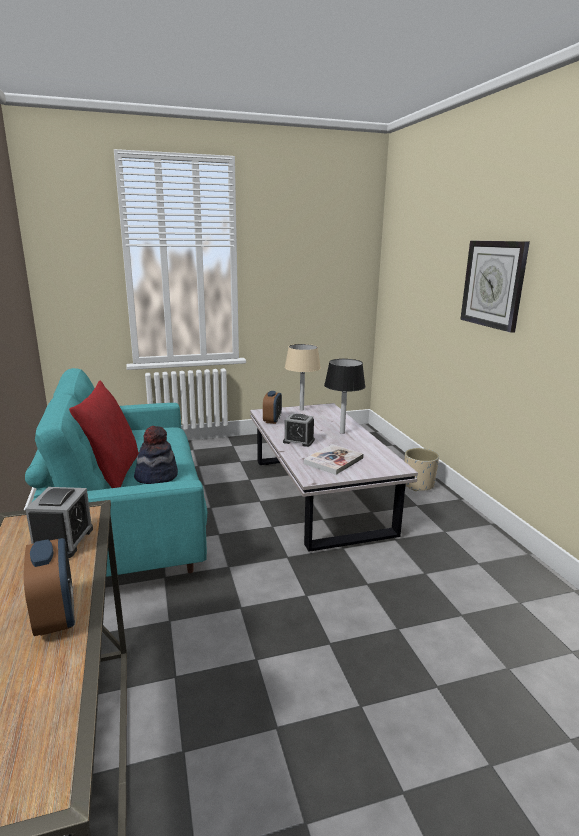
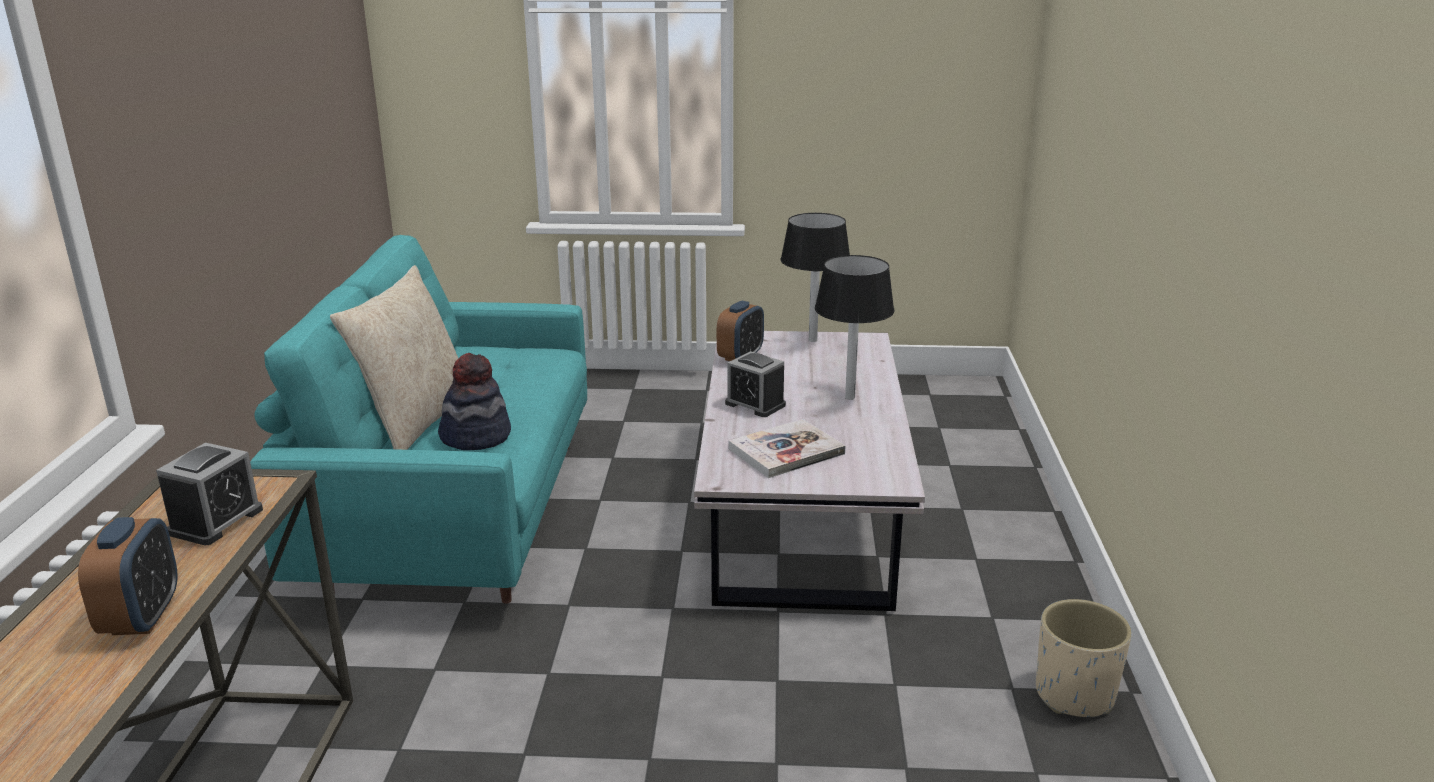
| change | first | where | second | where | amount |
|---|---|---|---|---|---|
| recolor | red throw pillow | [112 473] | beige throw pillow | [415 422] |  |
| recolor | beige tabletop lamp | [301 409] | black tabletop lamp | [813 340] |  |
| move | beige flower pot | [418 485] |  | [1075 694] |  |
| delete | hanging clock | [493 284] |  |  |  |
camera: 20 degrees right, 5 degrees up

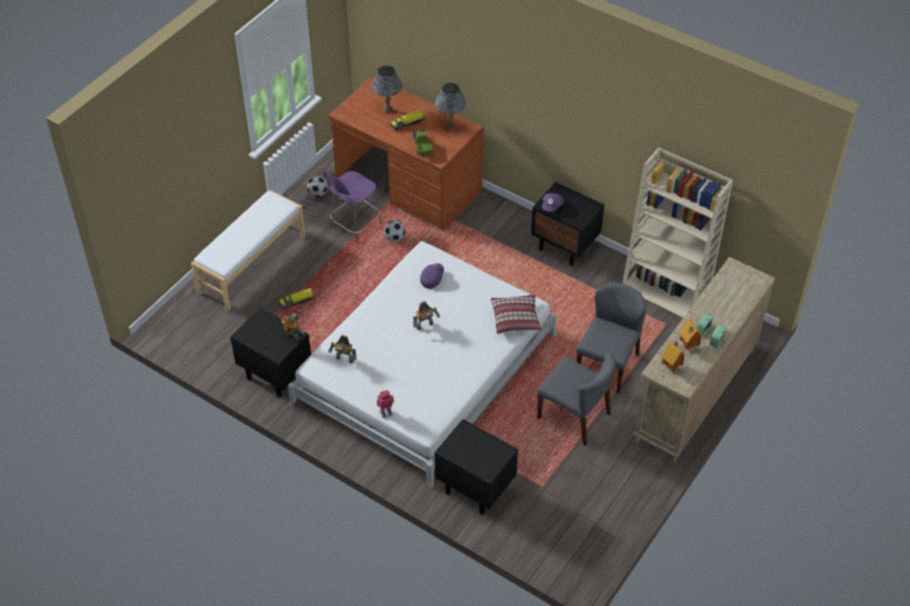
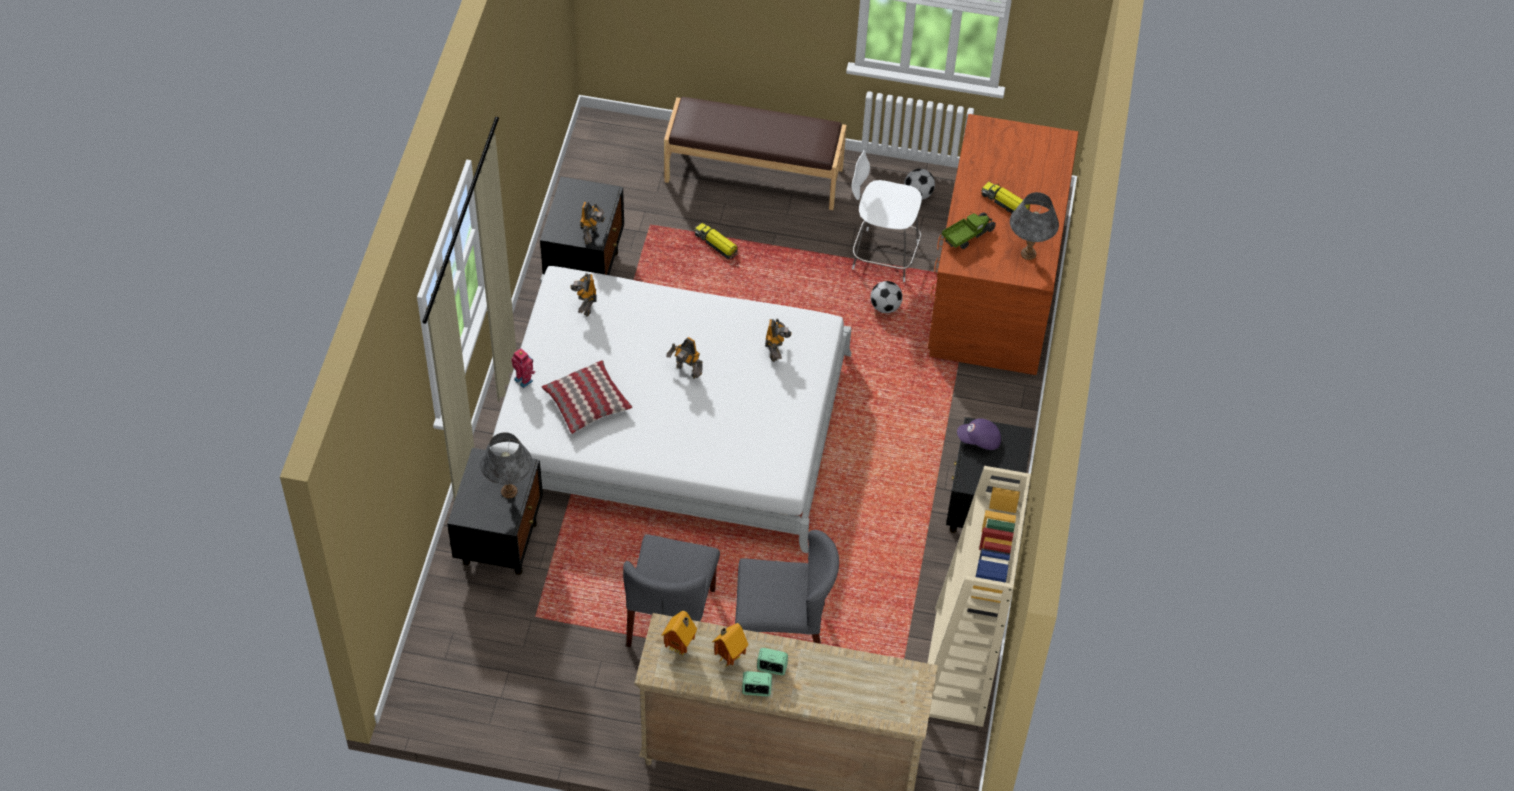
| change | first | where | second | where | amount |
|---|---|---|---|---|---|
| recolor | whitish indoor bench | [251 264] | brownish indoor bench | [754 174] |  |
| recolor | purple-coloured stool seat | [354 226] | whitish stool seat | [882 255] |  |
| move | grey tabletop lamp | [387 109] |  | [509 491] |  |
| replace | purple-coloured cap | [432 278] | toy robot | [776 351] |  |
| move | throw pillow | [515 318] |  | [587 403] |  |
camera: 65 degrees right, 5 degrees up

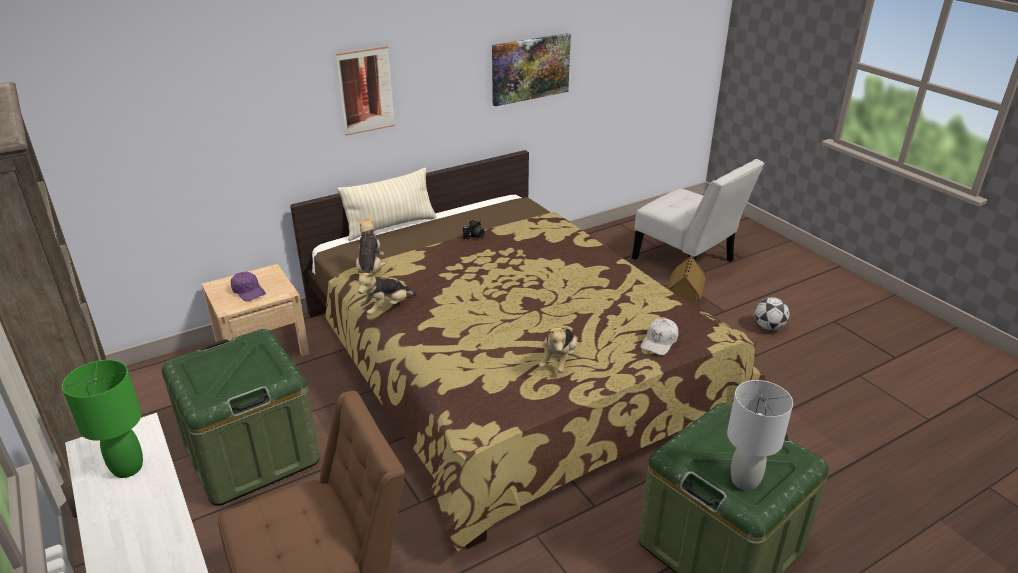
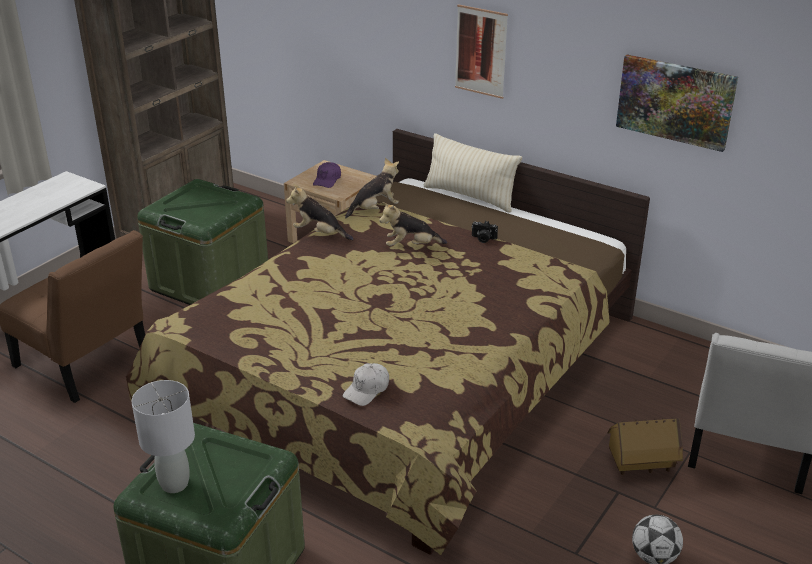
| change | first | where | second | where | amount |
|---|---|---|---|---|---|
| delete | greenish tabletop lamp | [127 468] |  |  |  |
| move | plush toy | [558 361] |  | [411 246] |  |
| rotate | whitish cap | [659 342] |  | [367 390] | 60 degrees counterclockwise |
camera: 65 degrees right, 0 degrees up

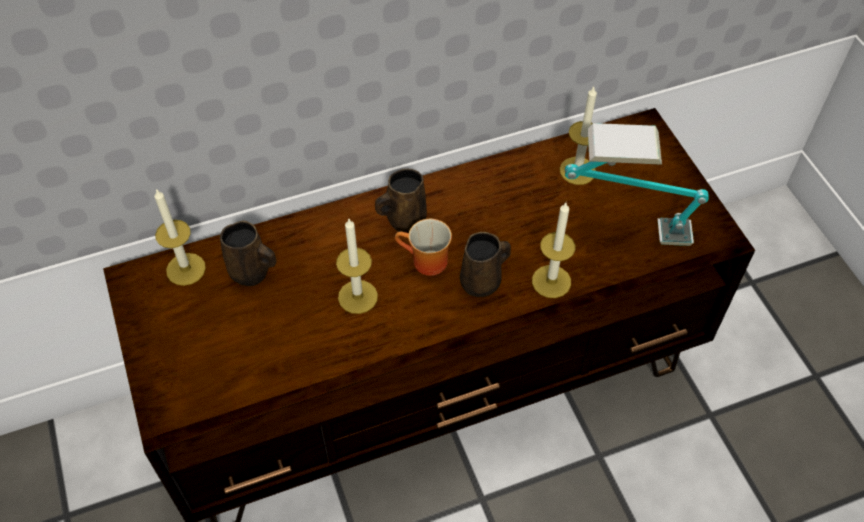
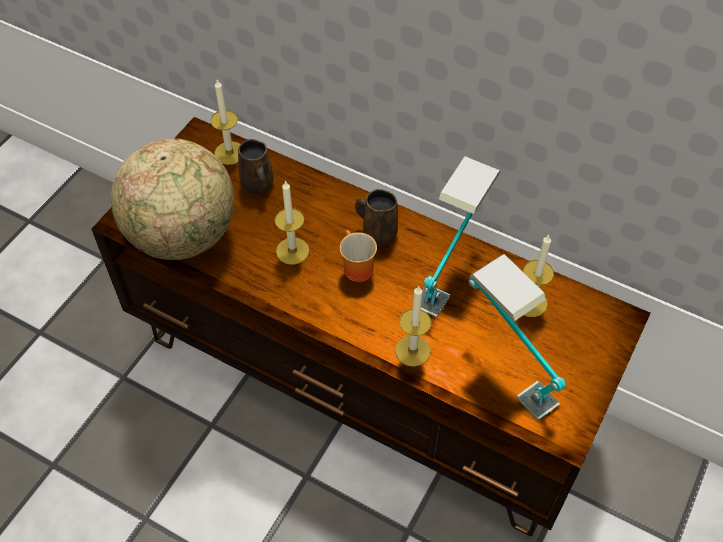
| change | first | where | second | where | amount |
|---|---|---|---|---|---|
| delete | brownish mug | [482 282] |  |  |  |
| insert |  |  | globe | [183 236] |  |
| insert |  |  | tabletop lamp | [451 270] |  |
camera: 50 degrees right, 0 degrees up

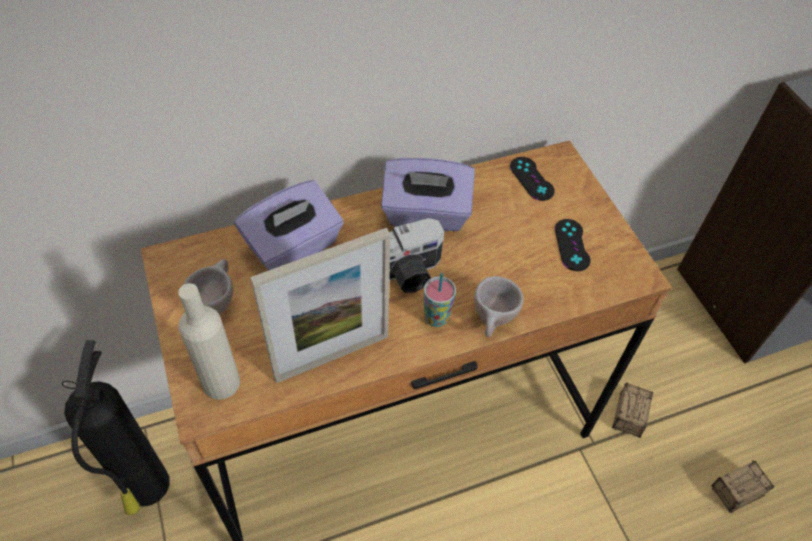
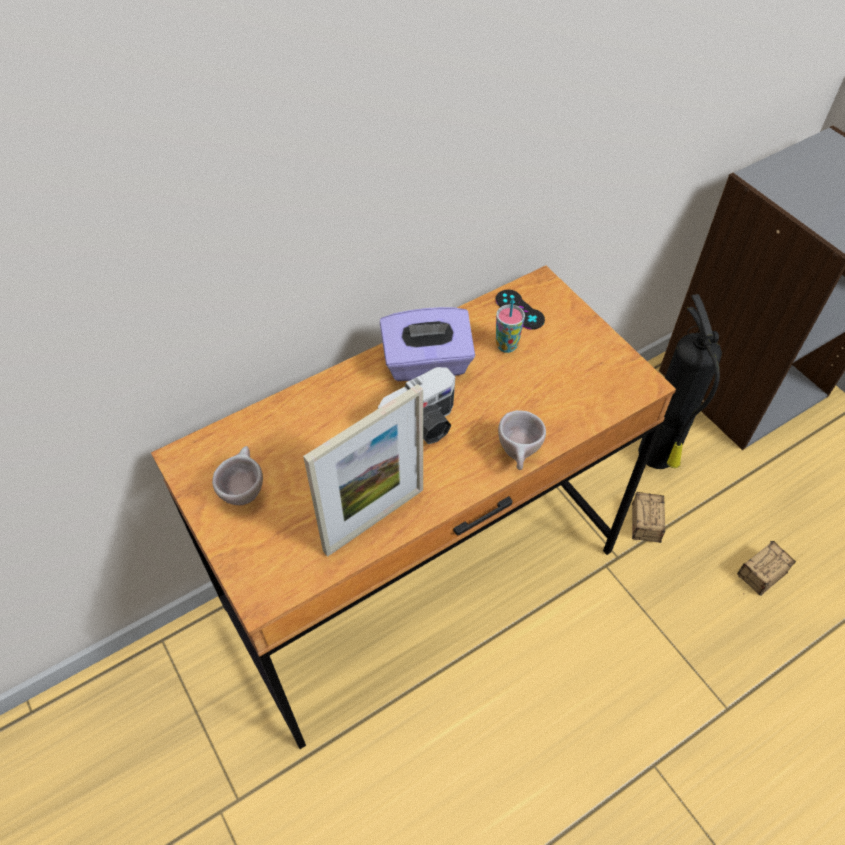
| change | first | where | second | where | amount |
|---|---|---|---|---|---|
| move | fire extinguisher | [147 488] |  | [658 456] |  |
| delete | beige drink bottle | [221 382] |  |  |  |
| delete | purple-coloured tissue box | [294 247] |  |  |  |
| move | drinking cup | [436 318] |  | [506 345] |  |
| delete | black game controller | [572 245] |  |  |  |
camera: 10 degrees left, 0 degrees up

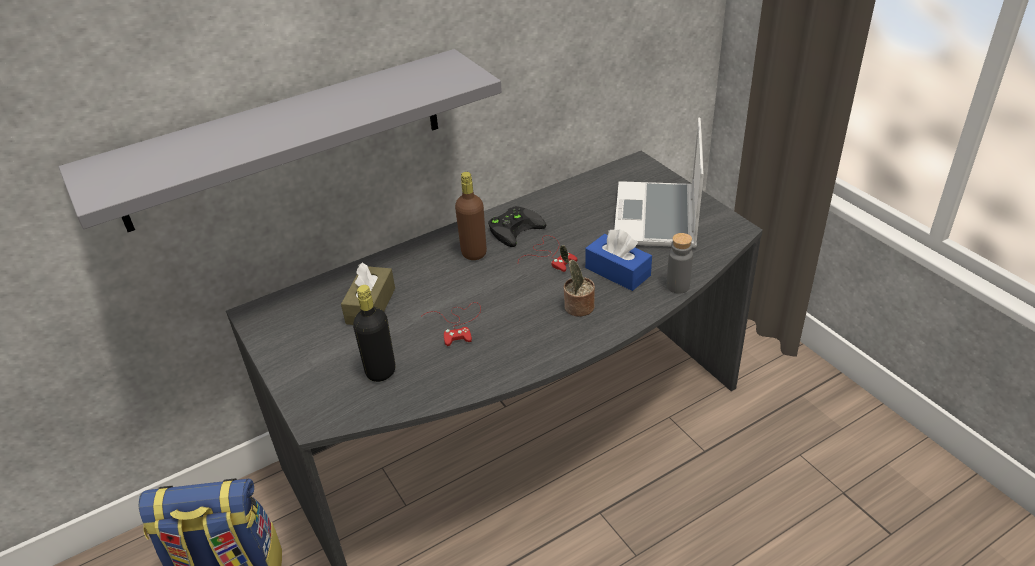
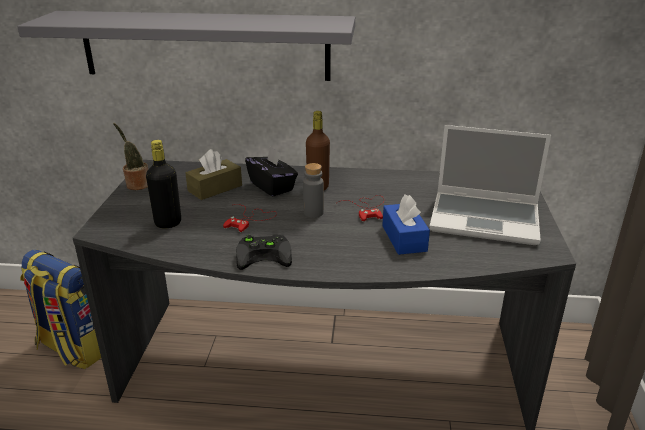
| change | first | where | second | where | amount |
|---|---|---|---|---|---|
| move | black game controller | [515 227] |  | [265 254] |  |
| move | plant in a pot | [577 307] |  | [136 185] |  |
| rotate | notebook computer | [657 218] |  | [486 219] | 120 degrees counterclockwise |
| move | grey drink bottle | [678 286] |  | [313 213] |  |
| insert |  |  | black tissue box | [272 186] |  |
camera: 35 degrees right, 10 degrees down

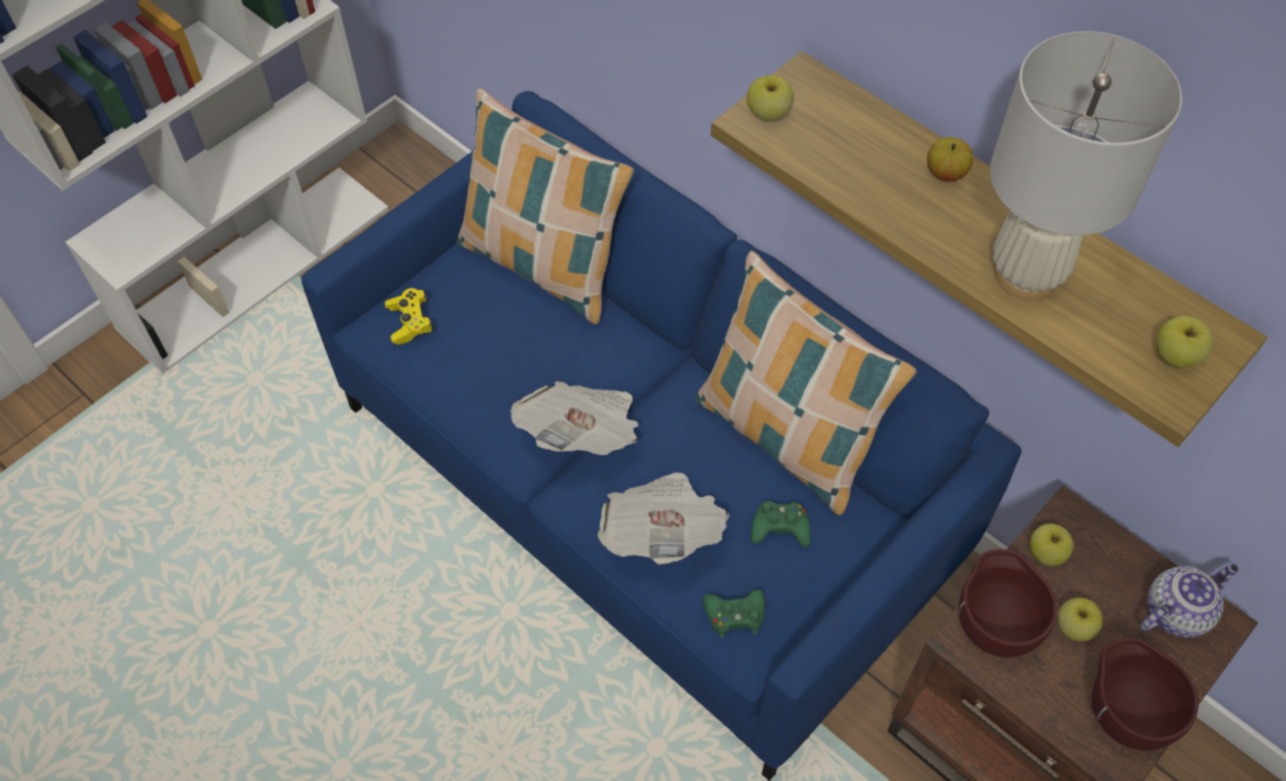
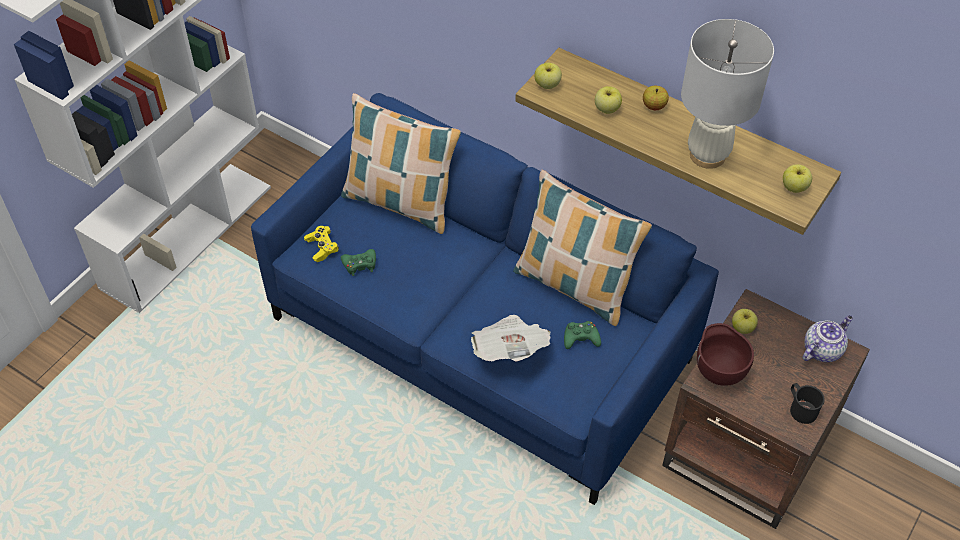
| change | first | where | second | where | amount |
|---|---|---|---|---|---|
| delete | newspaper | [582 434] |  |  |  |
| move | greenish game controller | [735 615] |  | [360 265] |  |
| move | whole apple | [1074 627] |  | [607 109] |  |
| replace | brownish serving bowl | [1123 712] | black mug | [800 408] |  |
camera: 10 degrees left, 5 degrees down

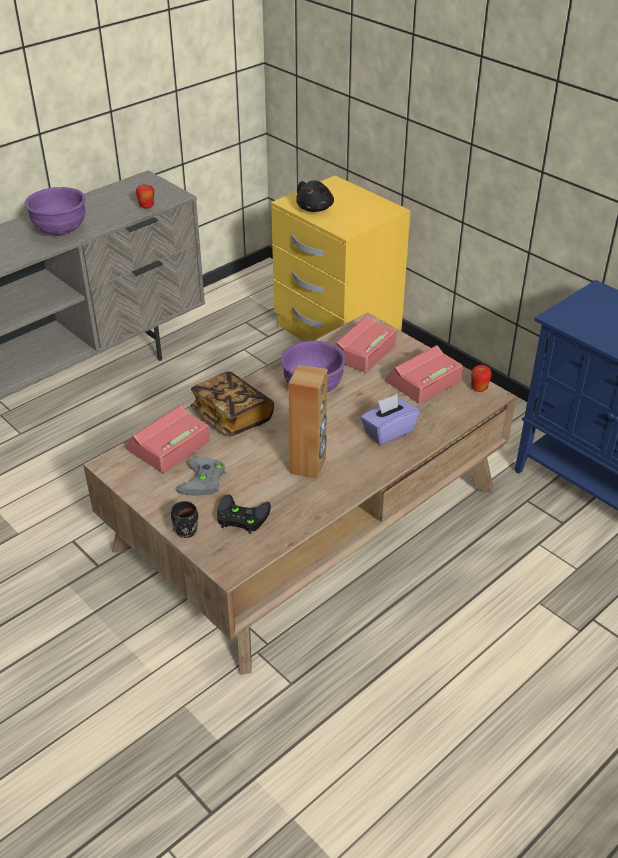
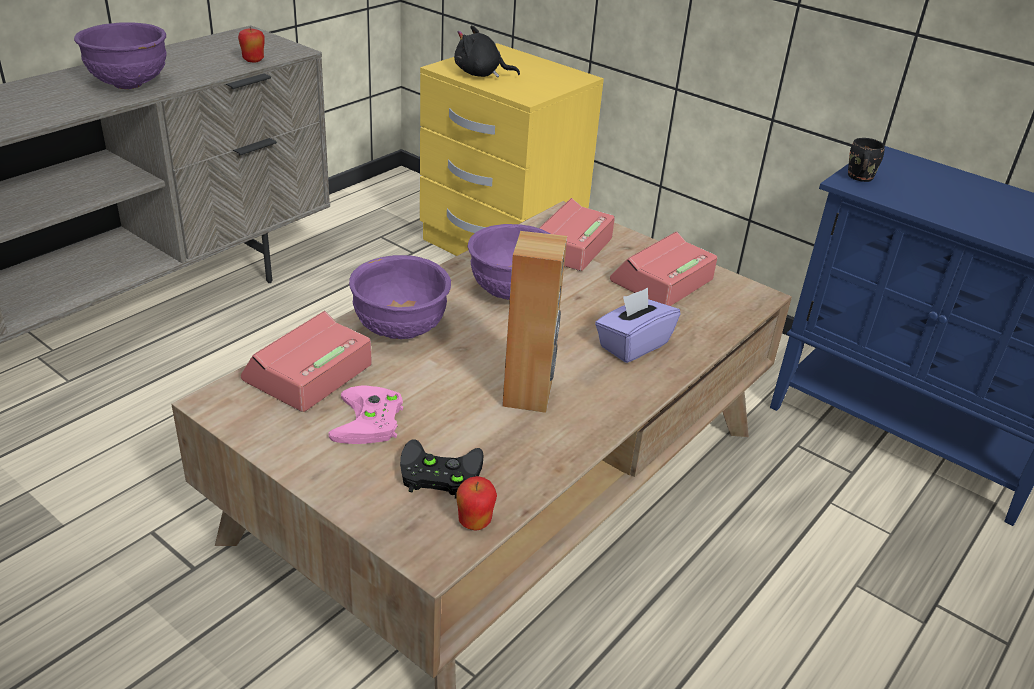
| change | first | where | second | where | amount |
|---|---|---|---|---|---|
| move | black mug | [184 531] |  | [858 177] |  |
| recolor | grey game controller | [204 481] | pinkish game controller | [370 422] |  |
| replace | volume | [232 417] | purple-coloured serving bowl | [400 331] |  |
| rotate | black plush toy | [315 208] |  | [481 74] | 90 degrees clockwise |
| move | whole apple | [479 388] |  | [475 522] |  |
camera: 10 degrees left, 5 degrees down

